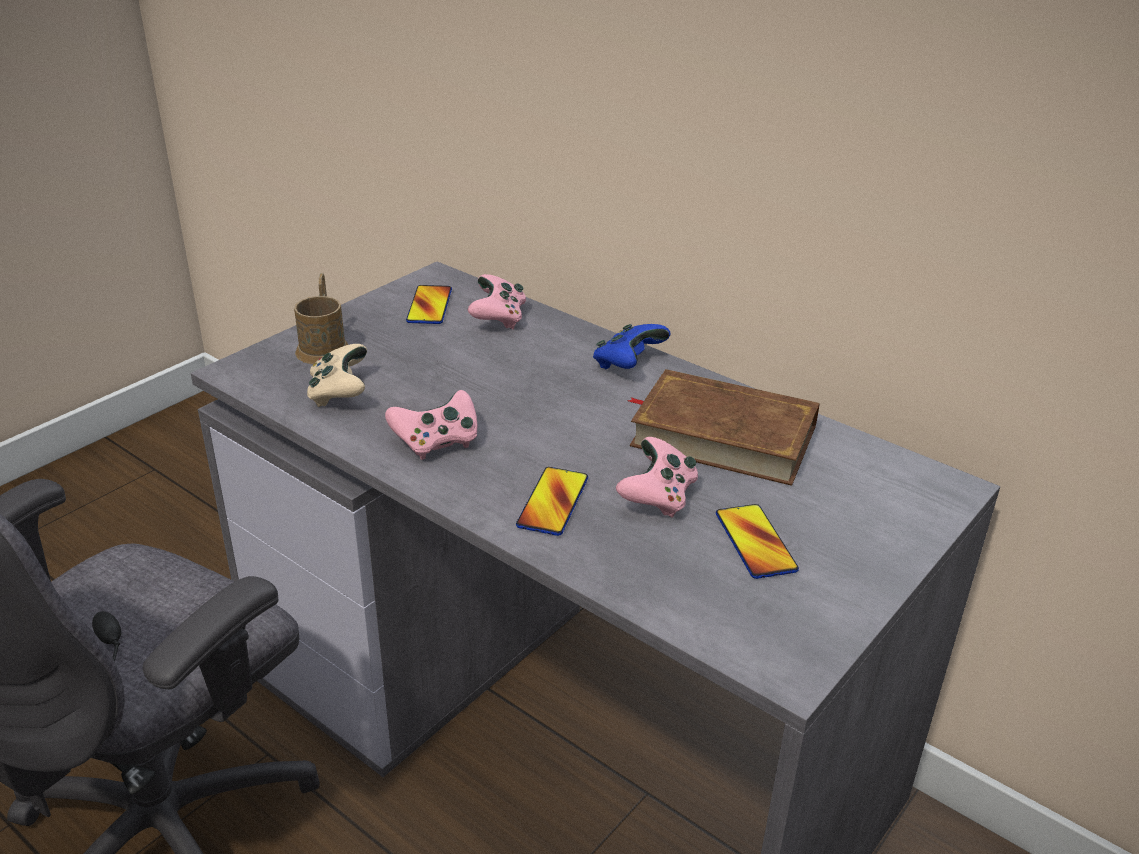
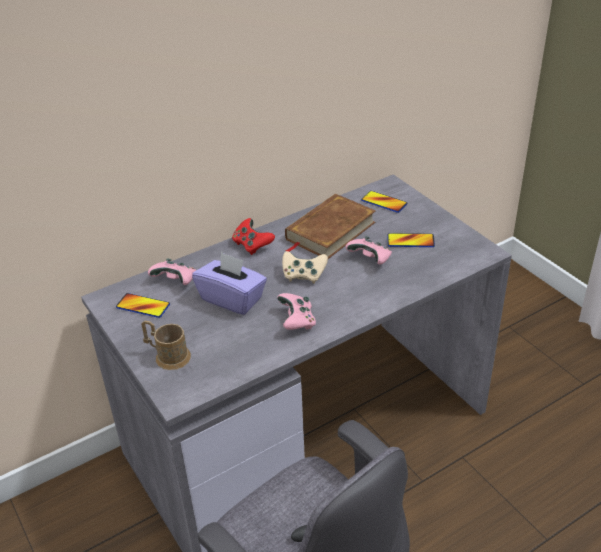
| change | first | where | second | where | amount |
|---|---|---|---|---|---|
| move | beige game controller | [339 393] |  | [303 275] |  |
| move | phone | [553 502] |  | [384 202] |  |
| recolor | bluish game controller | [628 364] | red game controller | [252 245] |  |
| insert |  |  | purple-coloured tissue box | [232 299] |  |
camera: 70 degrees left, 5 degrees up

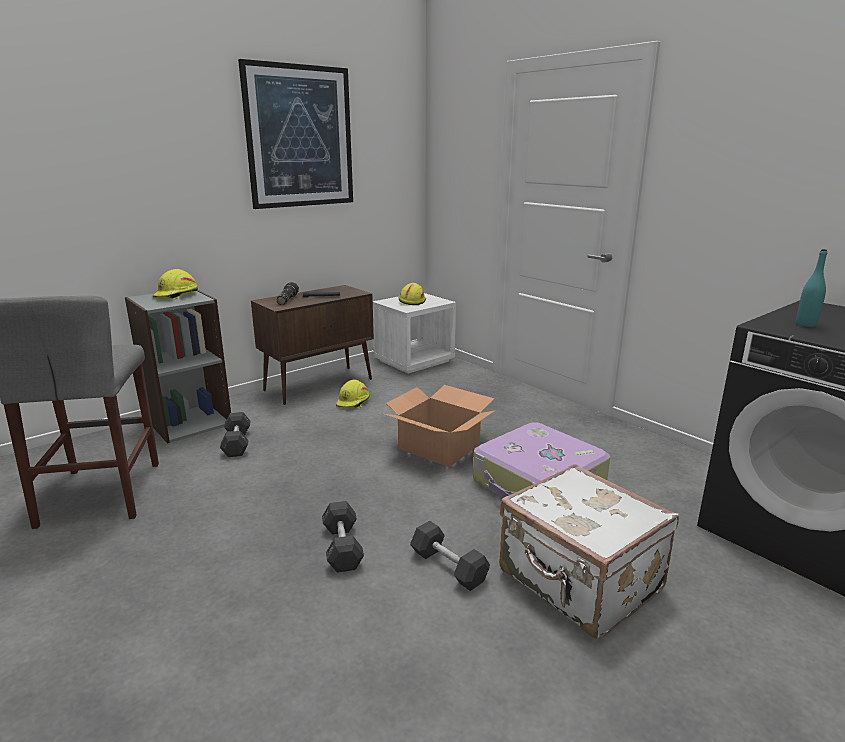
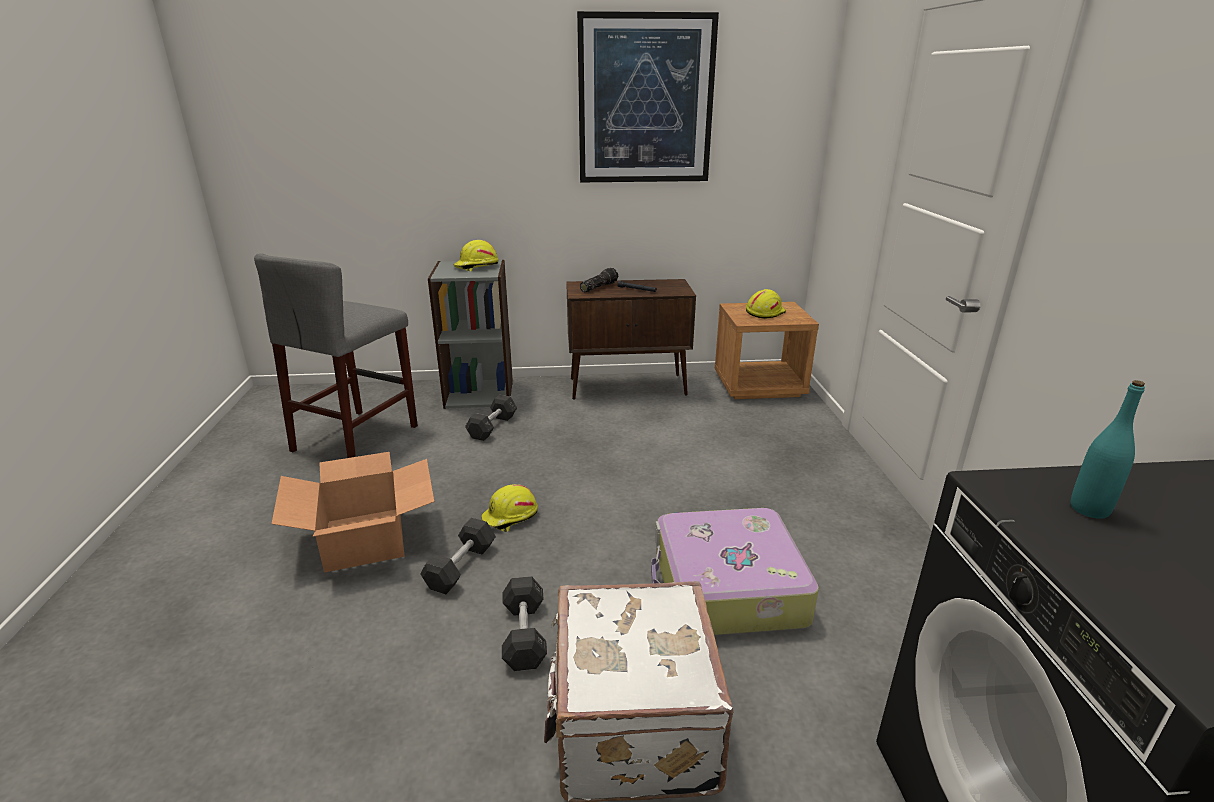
| change | first | where | second | where | amount |
|---|---|---|---|---|---|
| move | yellow-coloured hard hat | [353 402] |  | [510 517] |  |
| recolor | whitish bedside table | [414 361] | brownish bedside table | [759 385] |  |
| move | cardboard box | [439 446] |  | [366 538] |  |
camera: 35 degrees right, 5 degrees up

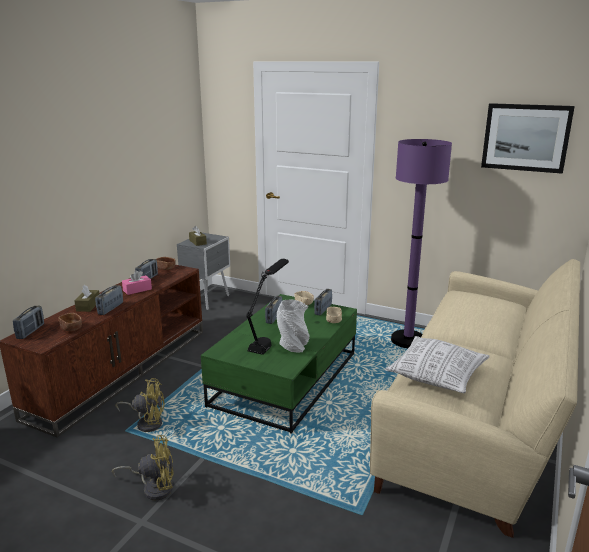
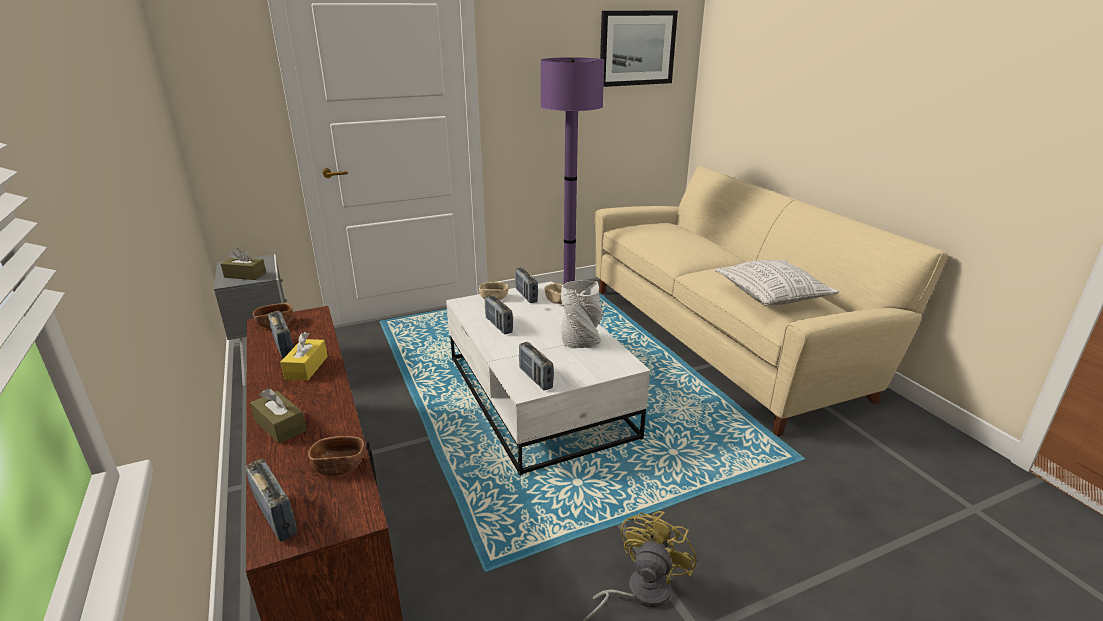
| change | first | where | second | where | amount |
|---|---|---|---|---|---|
| move | radio | [110 308] |  | [535 378] |  |
| delete | yellow-coloured electric fan | [147 423] |  |  |  |
| recolor | pinkish tissue box | [137 290] | yellow-coloured tissue box | [306 367] |  |
| recolor | greenish low table | [285 379] | whitish low table | [539 397] |  |
| delete | black tabletop lamp | [268 339] |  |  |  |
camera: 50 degrees left, 5 degrees up

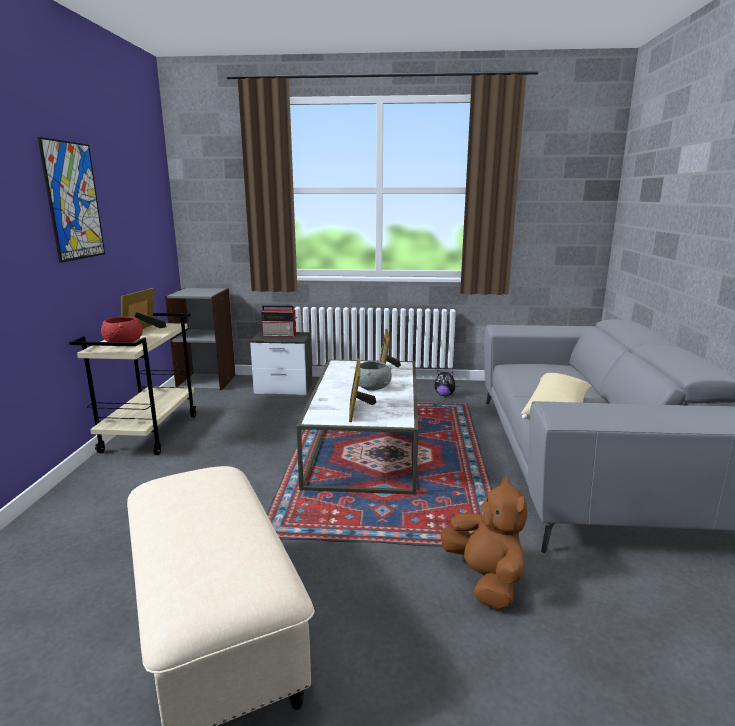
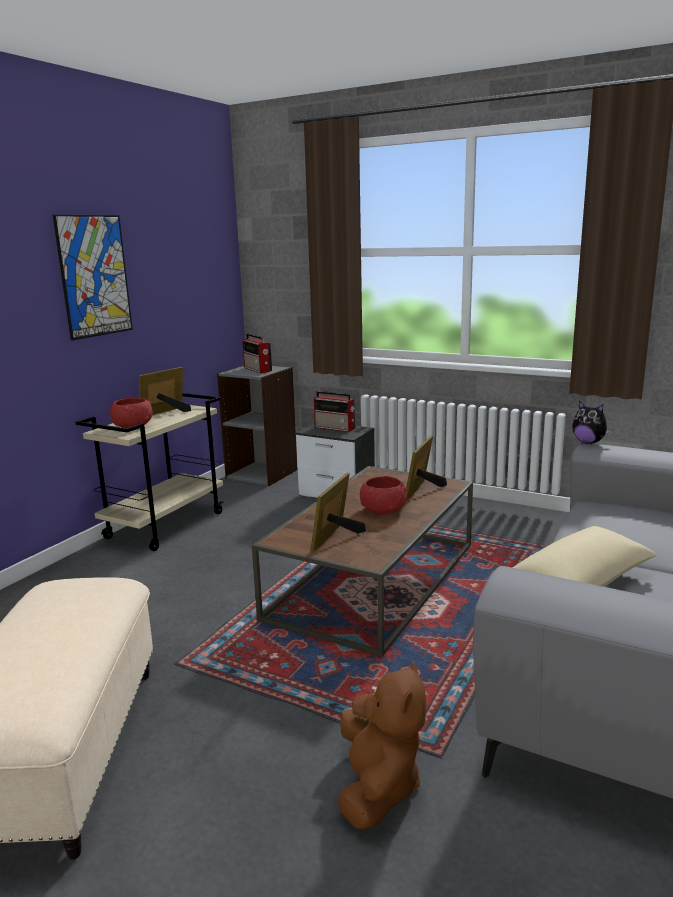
| change | first | where | second | where | amount |
|---|---|---|---|---|---|
| recolor | whitish low table | [366 445] | brownish low table | [375 580] |  |
| recolor | grey serving bowl | [372 387] | red serving bowl | [383 510] |  |
| move | plush toy | [444 395] |  | [589 442] |  |
| insert |  |  | radio | [258 369] |  |
camera: 25 degrees right, 0 degrees up

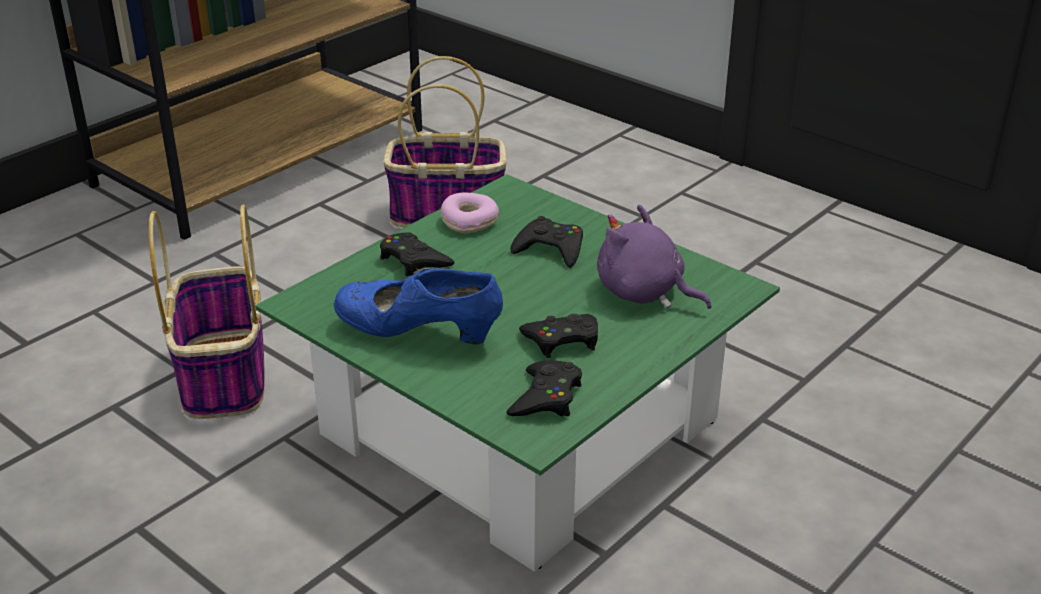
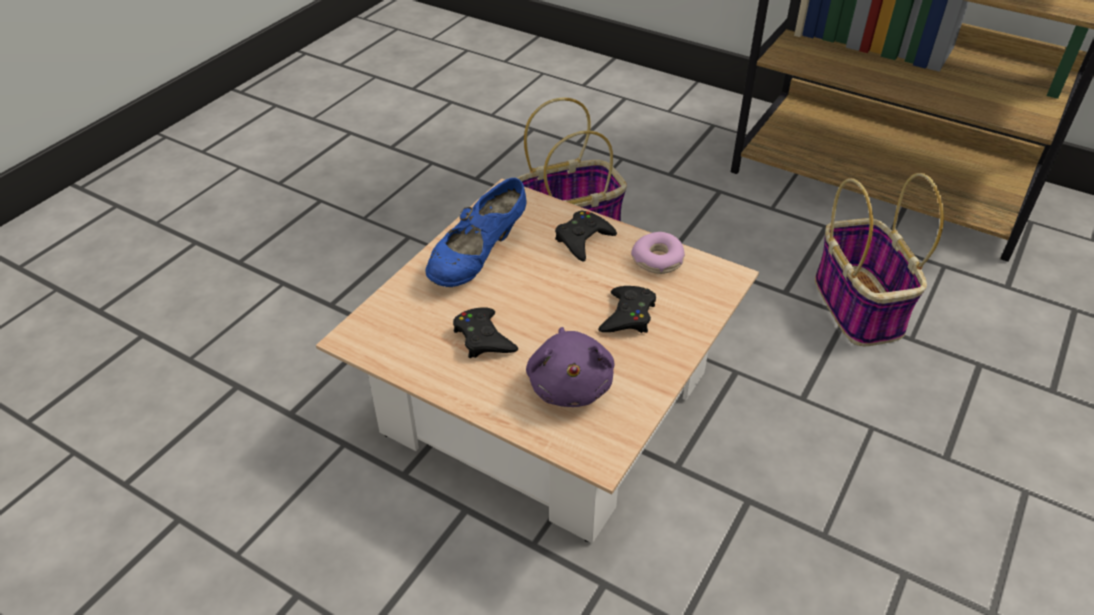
| change | first | where | second | where | amount |
|---|---|---|---|---|---|
| recolor | greenish low table | [520 427] | beige low table | [547 403] |  |
| rotate | bluish low shoe | [419 334] |  | [478 259] | 150 degrees counterclockwise |
| delete | black game controller | [546 397] |  |  |  |
| rotate | purple-coloured plush toy | [644 293] |  | [570 384] | 150 degrees clockwise |
camera: 80 degrees right, 10 degrees up

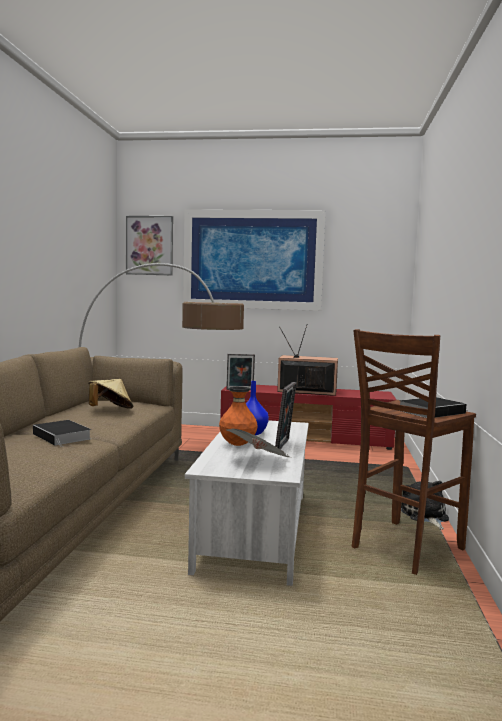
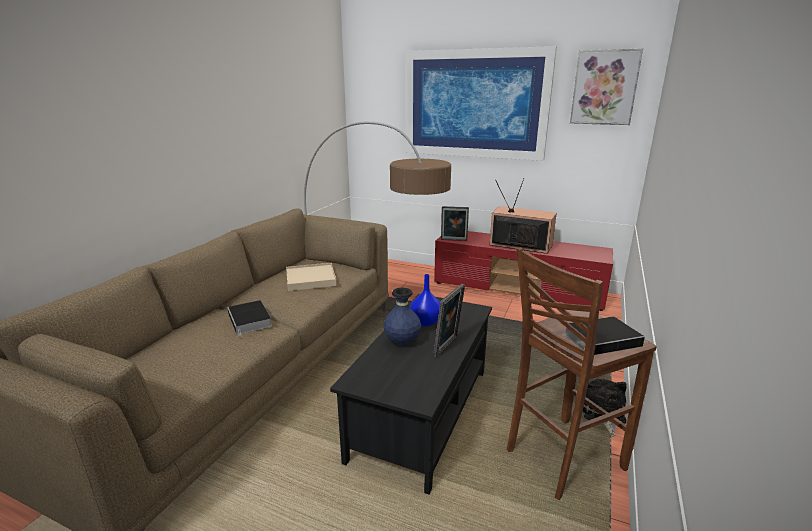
| change | first | where | second | where | amount |
|---|---|---|---|---|---|
| replace | beige clothing hat | [110 410] | beige serving tray | [310 279] |  |
| move | wall art | [149 245] |  | [604 87] |  |
| recolor | whitish low table | [254 530] | black low table | [422 412] |  |
| recolor | orange flower vase | [237 445] | bluish flower vase | [402 342] |  |
| delete | newspaper | [260 461] |  |  |  |
camera: 15 degrees right, 15 degrees up

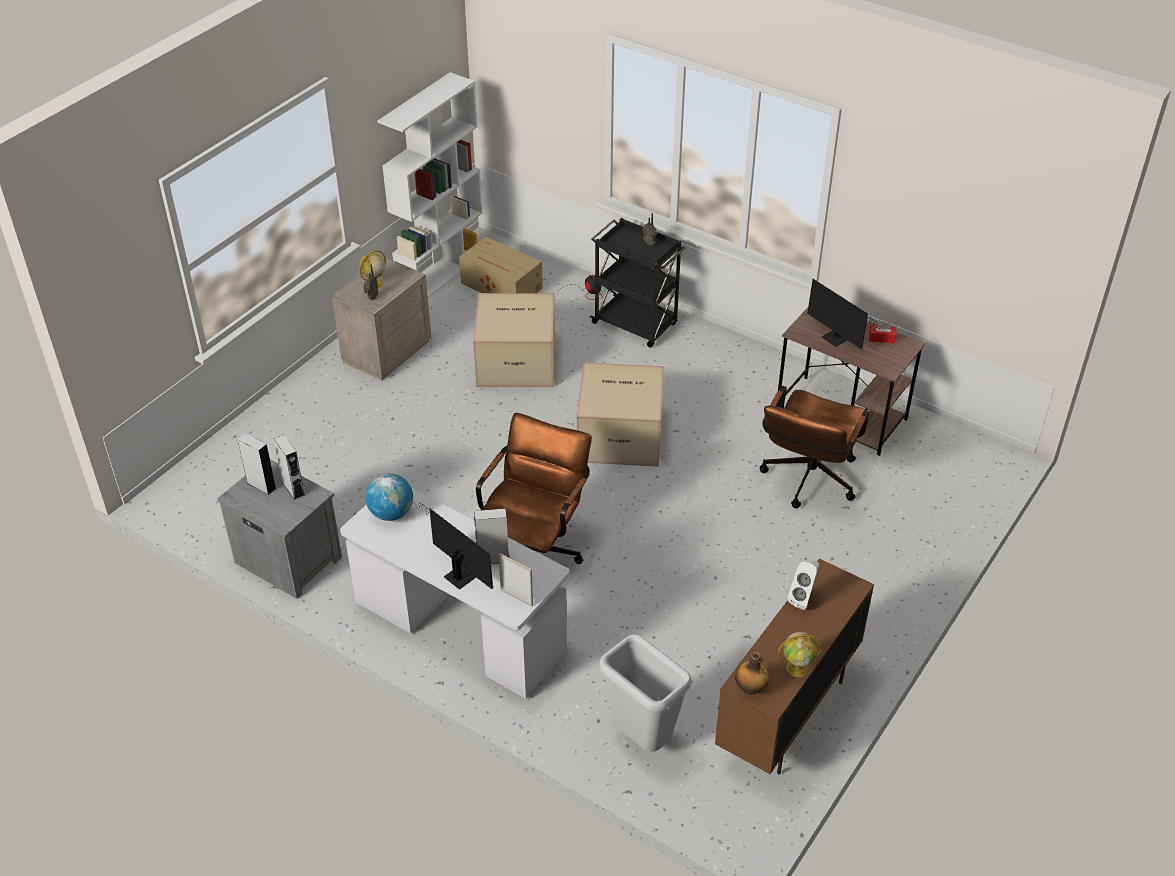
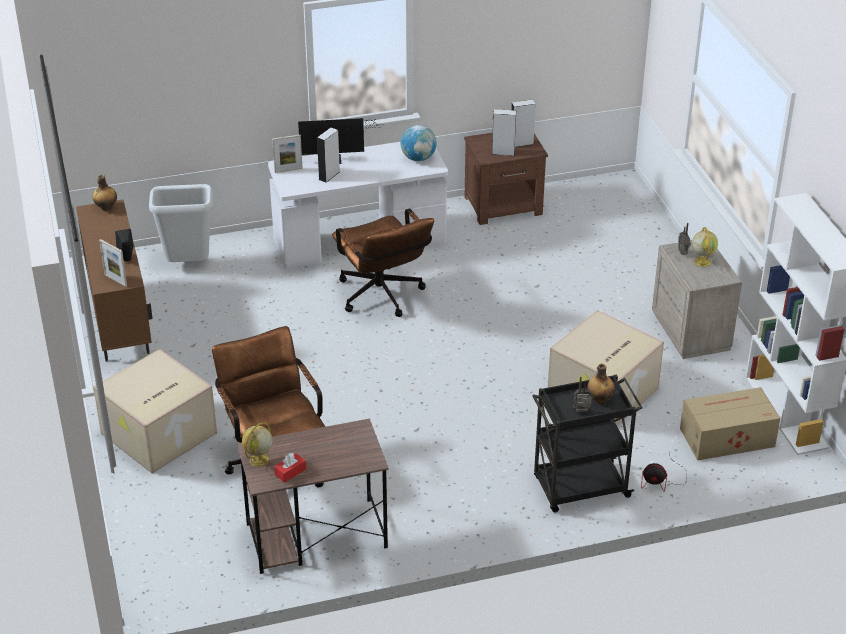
| change | first | where | second | where | amount |
|---|---|---|---|---|---|
| recolor | grey bedside table | [288 558] | brownish bedside table | [504 206] |  |
| move | cardboard box | [621 435] |  | [158 434] |  |
| move | globe | [797 668] |  | [259 460] |  |
| recolor | whitish loudspeaker | [803 599] | black loudspeaker | [127 261] |  |
| delete | computer display | [837 340] |  |  |  |
| insert |  |  | picture frame | [115 280] |  |
| insert |  |  | drink bottle | [600 399] |  |
camera: 130 degrees right, 5 degrees down

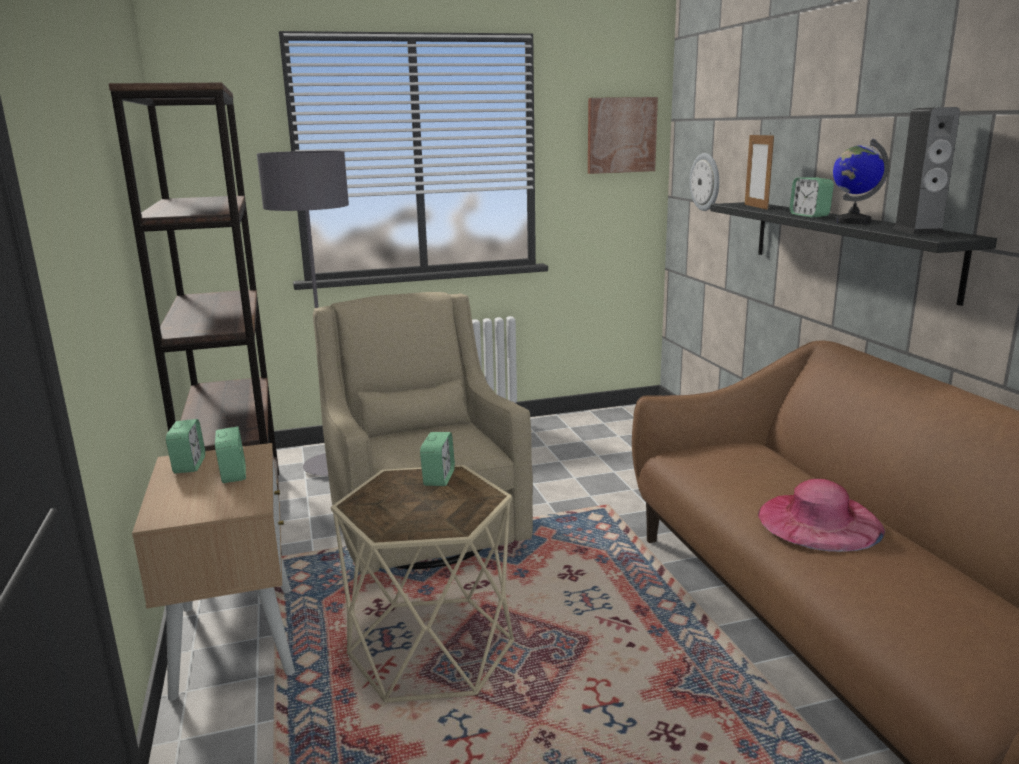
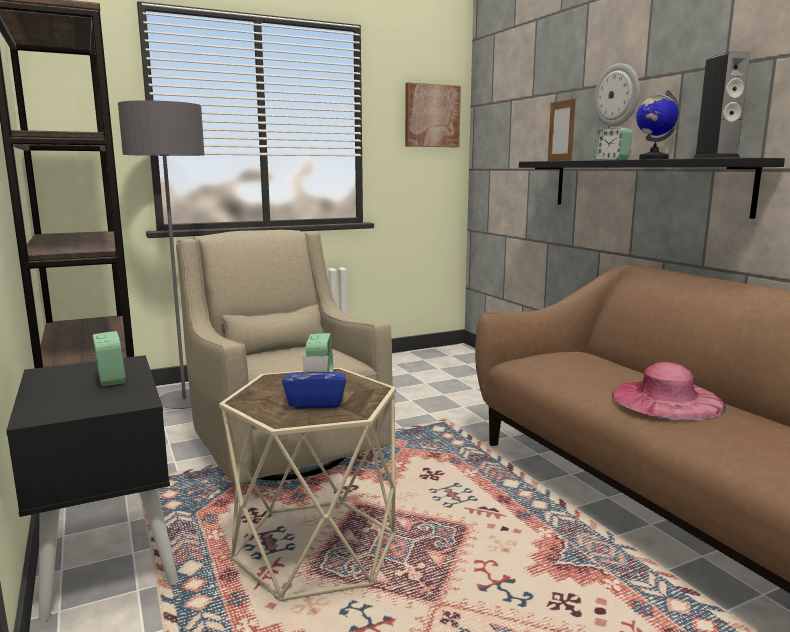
| change | first | where | second | where | amount |
|---|---|---|---|---|---|
| recolor | beige bedside table | [235 639] | black bedside table | [108 555] |  |
| delete | alarm clock | [189 465] |  |  |  |
| move | hanging clock | [706 182] |  | [617 95] |  |
| insert |  |  | bluish tissue box | [315 403] |  |
camera: 10 degrees left, 5 degrees down

